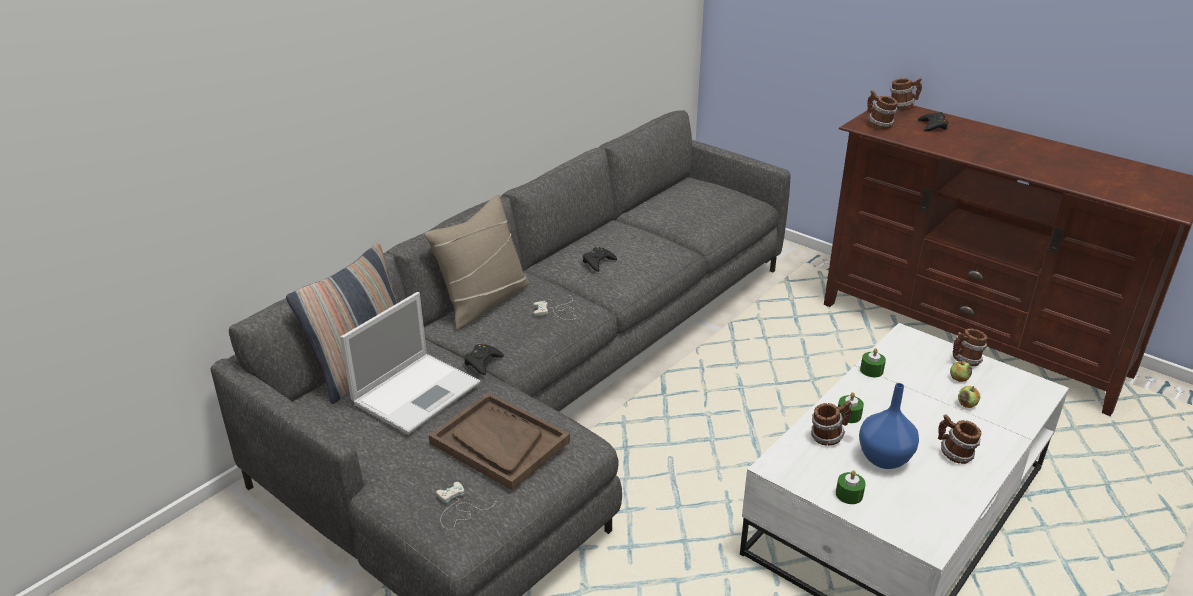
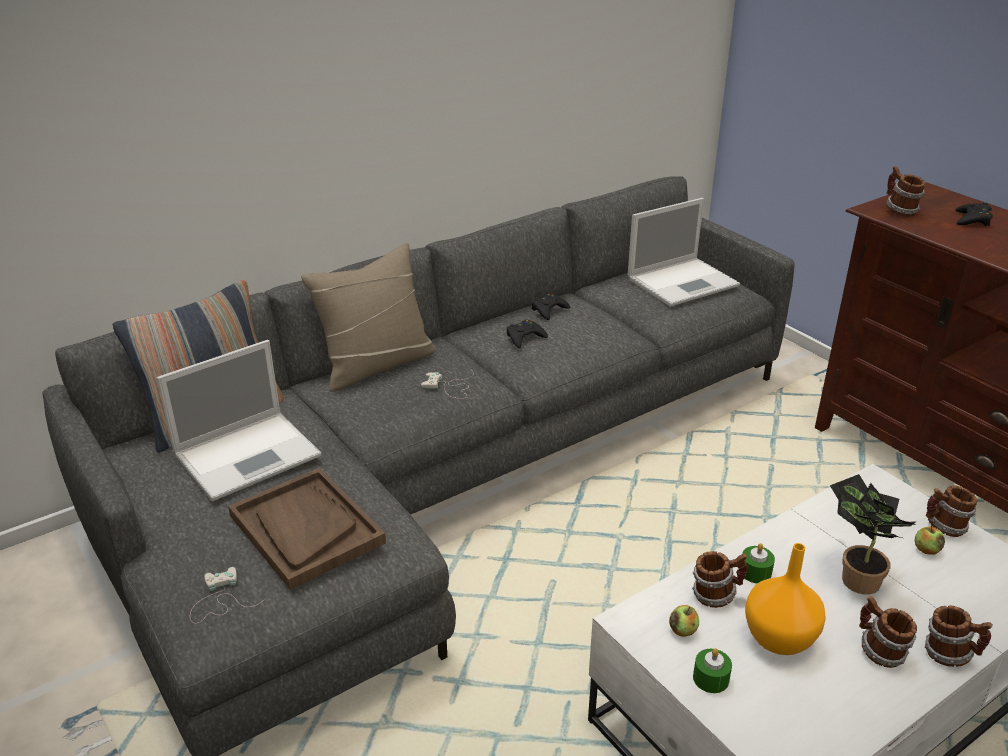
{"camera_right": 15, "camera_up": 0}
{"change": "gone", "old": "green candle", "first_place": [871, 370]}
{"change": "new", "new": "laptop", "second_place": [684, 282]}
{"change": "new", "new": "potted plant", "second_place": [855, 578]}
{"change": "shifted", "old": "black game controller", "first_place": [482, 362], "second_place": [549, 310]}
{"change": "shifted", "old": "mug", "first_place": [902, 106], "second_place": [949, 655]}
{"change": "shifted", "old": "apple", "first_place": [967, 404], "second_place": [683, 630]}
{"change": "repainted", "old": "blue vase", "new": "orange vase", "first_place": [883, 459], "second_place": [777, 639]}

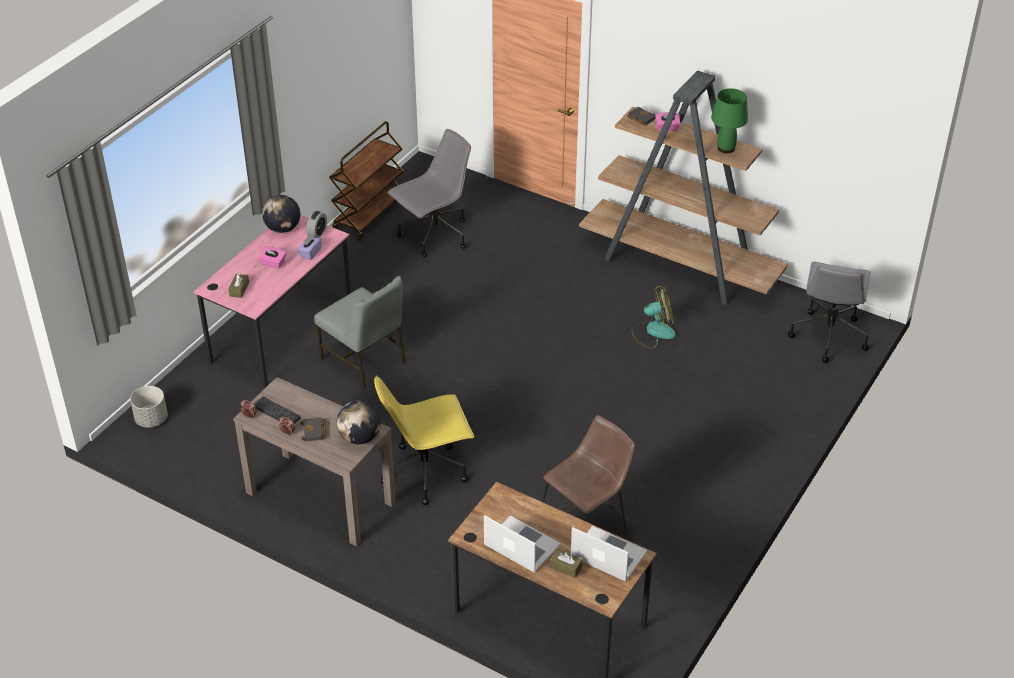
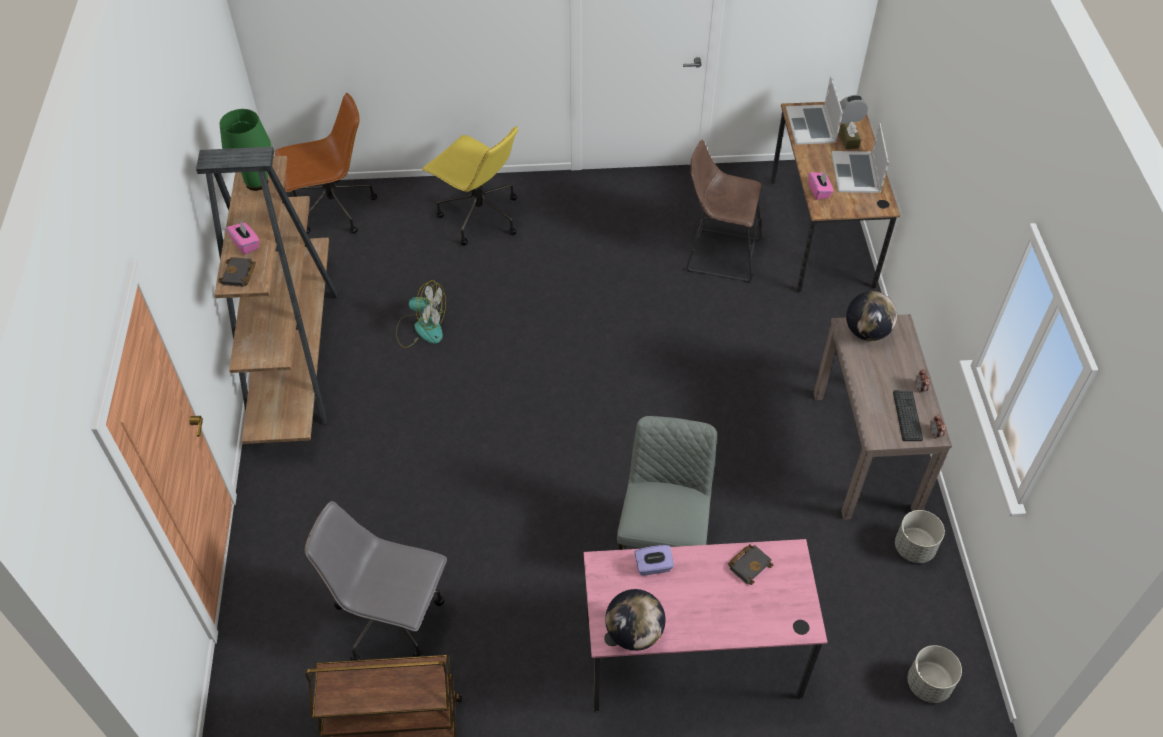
{"camera_right": -125, "camera_up": 10}
{"change": "gone", "old": "brown tissue box", "first_place": [239, 289]}
{"change": "new", "new": "grey planter", "second_place": [914, 548]}
{"change": "shifted", "old": "pink tissue box", "first_place": [273, 263], "second_place": [819, 191]}
{"change": "shifted", "old": "black book", "first_place": [314, 432], "second_place": [749, 564]}
{"change": "shifted", "old": "alarm clock", "first_place": [317, 233], "second_place": [849, 119]}
{"change": "shifted", "old": "yellow office chair", "first_place": [426, 471], "second_place": [478, 216]}
{"change": "repainted", "old": "grey office chair", "new": "brown office chair", "first_place": [828, 335], "second_place": [332, 209]}
{"change": "rotated", "old": "fan", "first_place": [653, 332], "second_place": [421, 328], "degrees": 150}

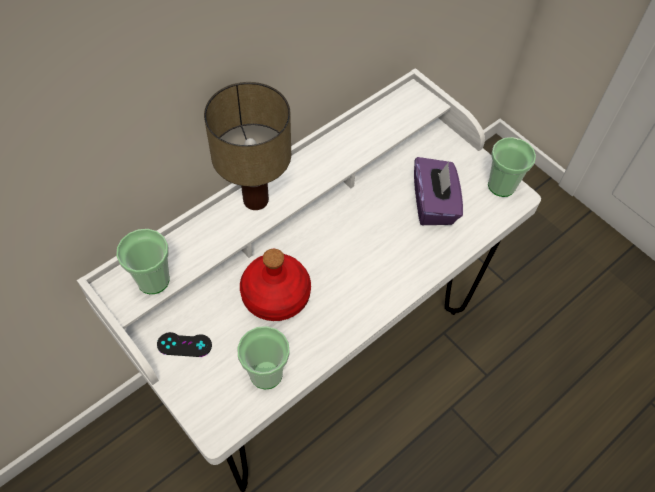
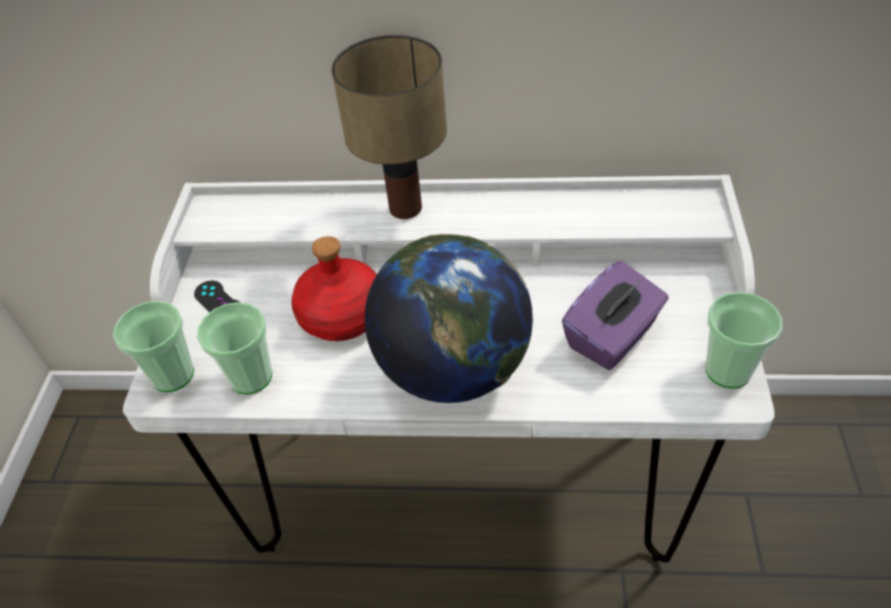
{"camera_right": 50, "camera_up": -10}
{"change": "new", "new": "globe", "second_place": [453, 369]}
{"change": "shifted", "old": "cup", "first_place": [153, 280], "second_place": [173, 375]}

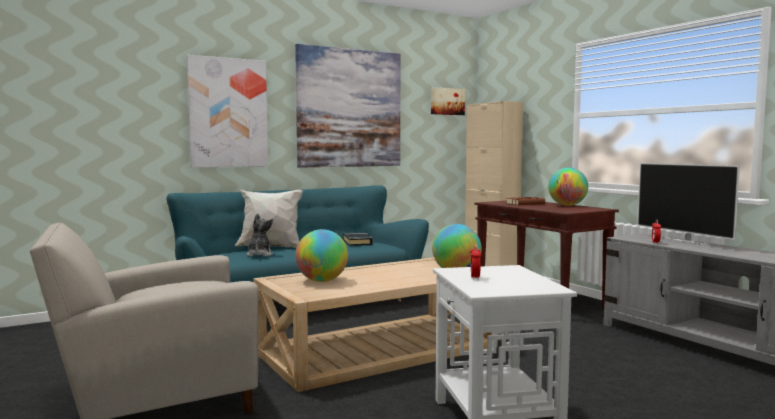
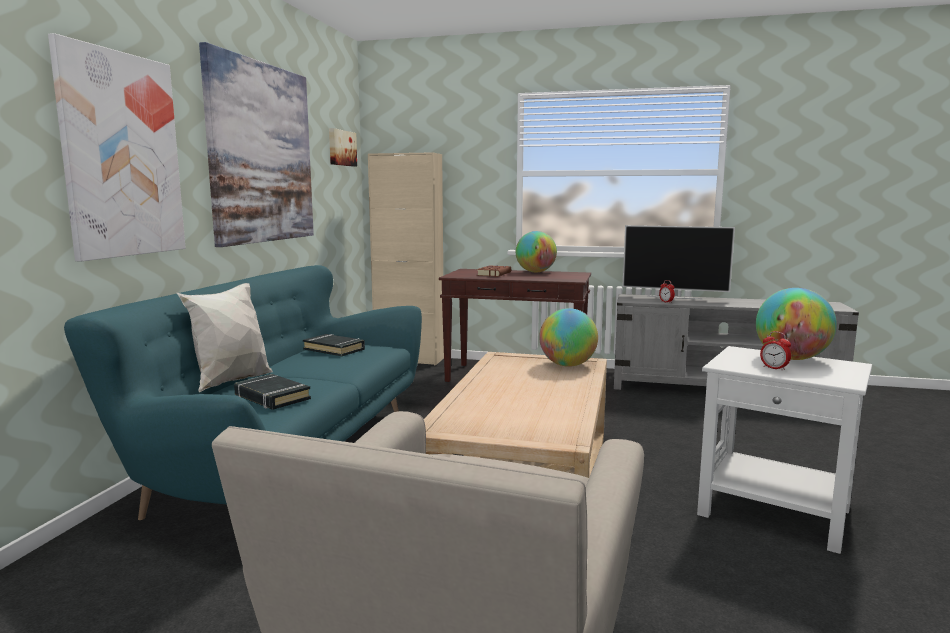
{"camera_right": -45, "camera_up": 5}
{"change": "shifted", "old": "globe", "first_place": [322, 281], "second_place": [791, 358]}
{"change": "swapped", "old": "plush toy", "new": "black book", "first_place": [259, 255], "second_place": [271, 397]}

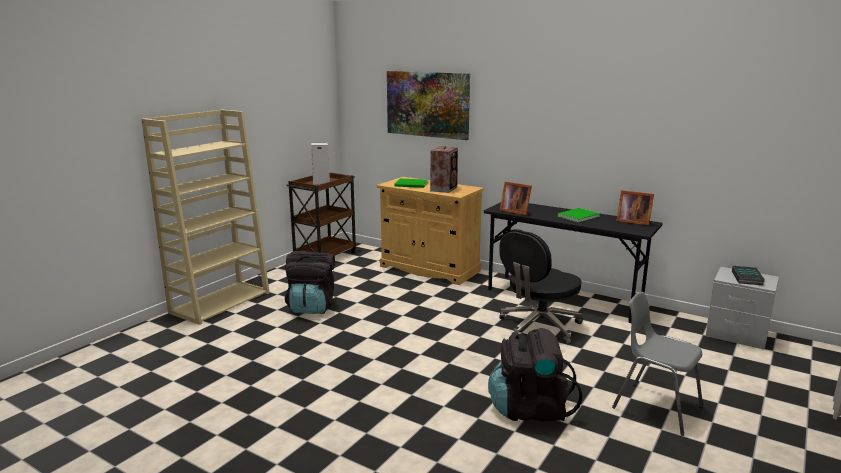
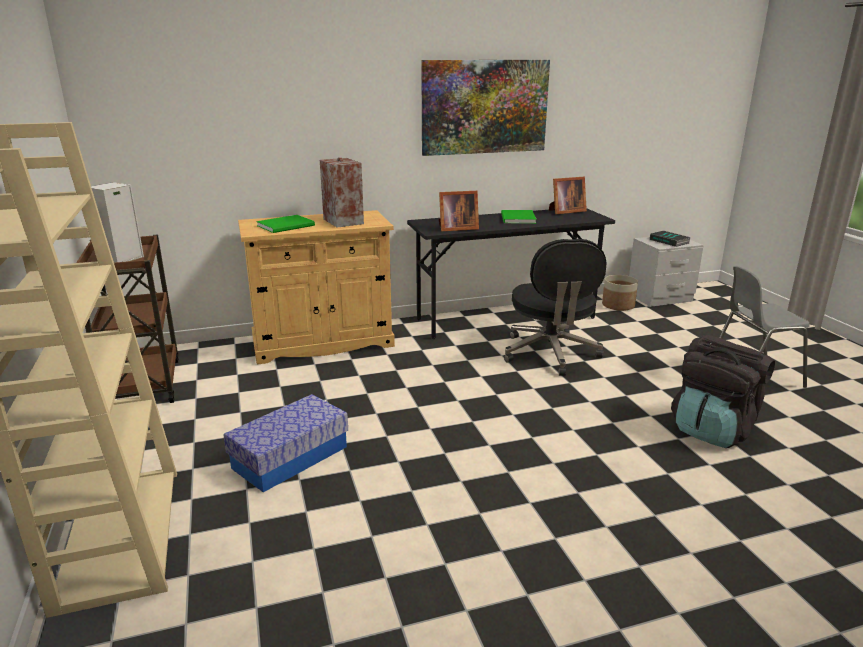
{"camera_right": -50, "camera_up": 5}
{"change": "new", "new": "planter", "second_place": [618, 305]}
{"change": "shifted", "old": "picture", "first_place": [427, 104], "second_place": [484, 107]}
{"change": "swapped", "old": "black backpack", "new": "storage box", "first_place": [312, 307], "second_place": [290, 457]}

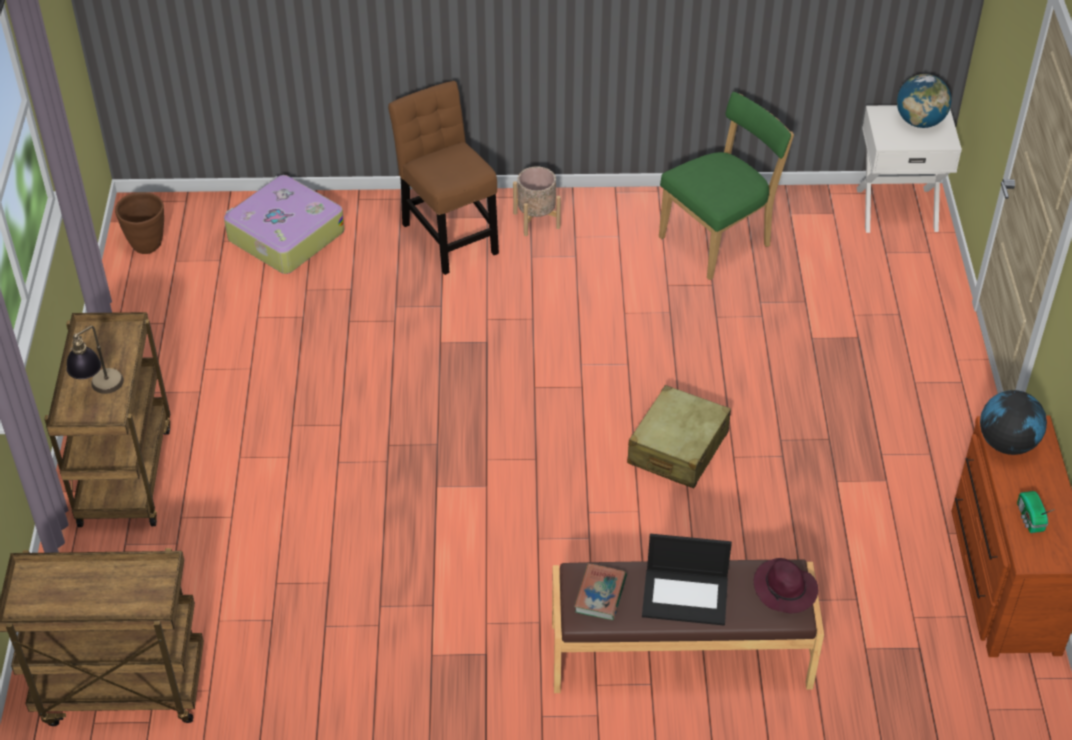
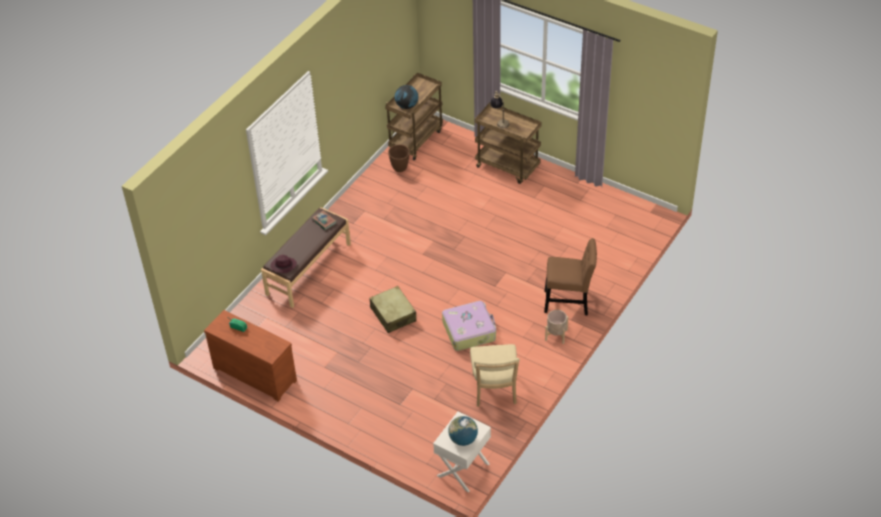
{"camera_right": 125, "camera_up": 0}
{"change": "gone", "old": "laptop", "first_place": [686, 596]}
{"change": "shifted", "old": "brown planter", "first_place": [147, 245], "second_place": [400, 168]}
{"change": "shifted", "old": "suitcase", "first_place": [284, 236], "second_place": [469, 330]}
{"change": "shifted", "old": "globe", "first_place": [1006, 443], "second_place": [407, 106]}
{"change": "repainted", "old": "green chair", "new": "beige chair", "first_place": [719, 240], "second_place": [494, 391]}

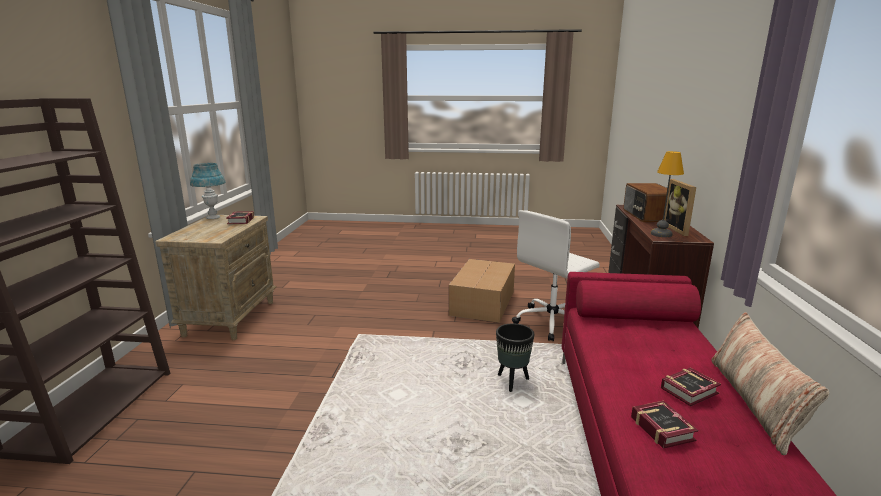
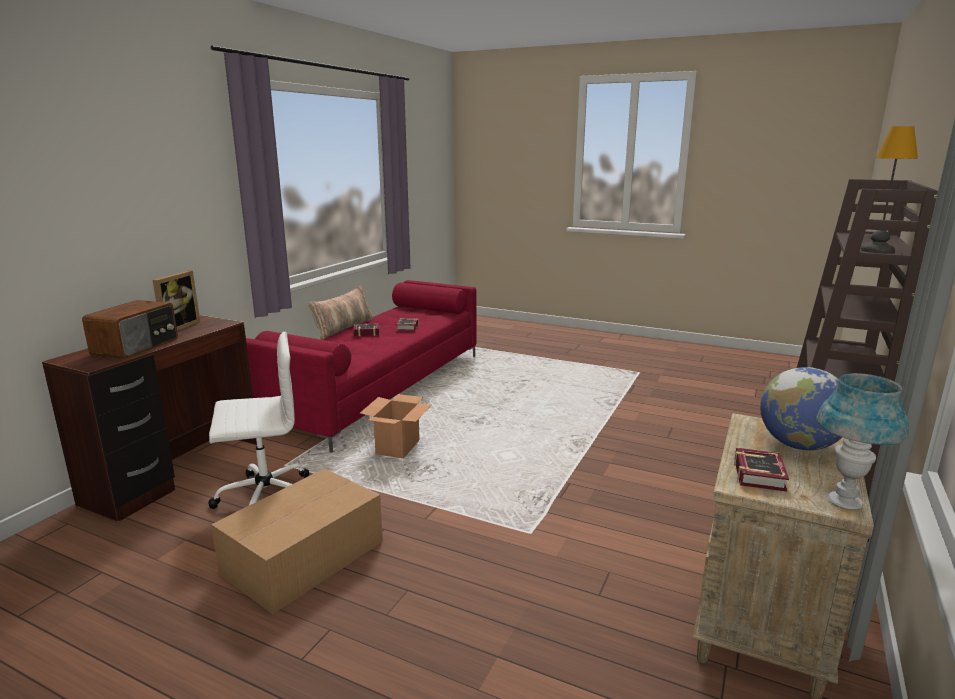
{"camera_right": -160, "camera_up": 0}
{"change": "new", "new": "globe", "second_place": [798, 445]}
{"change": "shifted", "old": "table lamp", "first_place": [661, 234], "second_place": [878, 251]}
{"change": "swapped", "old": "black planter", "new": "cardboard box", "first_place": [512, 382], "second_place": [398, 447]}

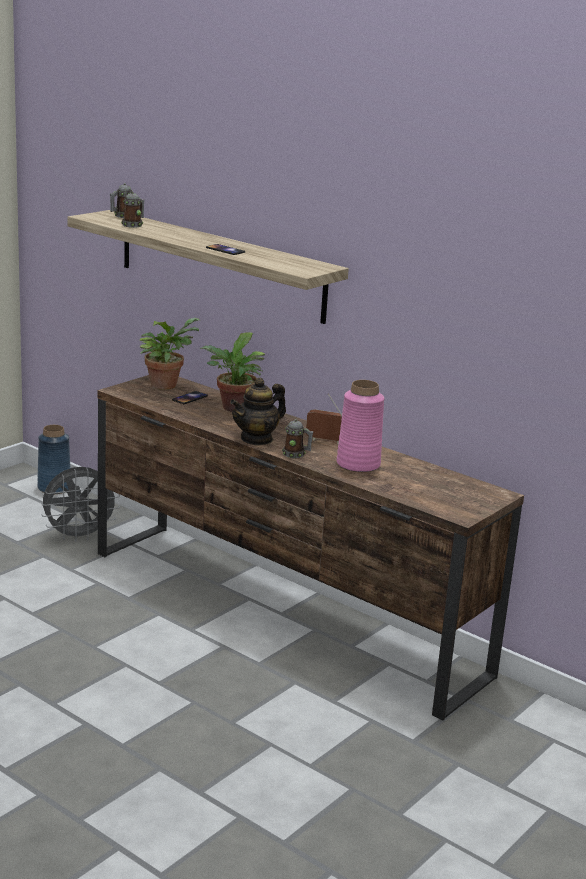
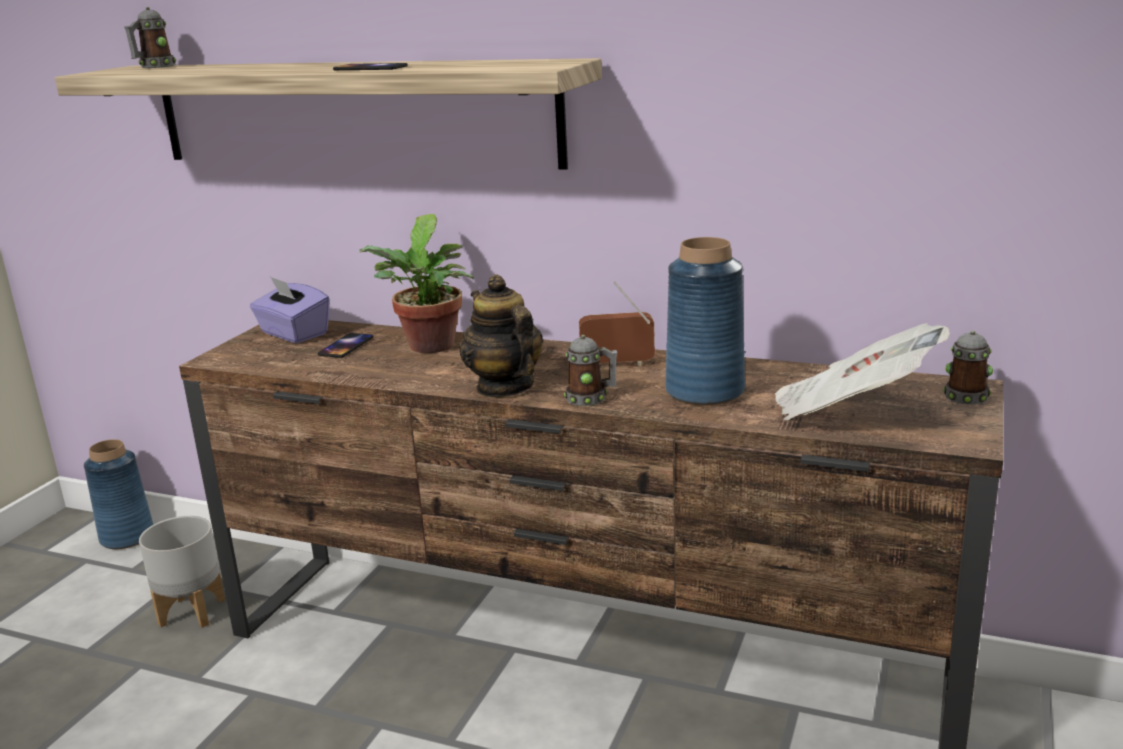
{"camera_right": -15, "camera_up": 0}
{"change": "new", "new": "newspaper", "second_place": [850, 412]}
{"change": "shifted", "old": "mug", "first_place": [134, 225], "second_place": [965, 395]}
{"change": "swapped", "old": "grey fan", "new": "grey planter", "first_place": [79, 536], "second_place": [192, 611]}
{"change": "swapped", "old": "potted plant", "new": "purple tissue box", "first_place": [165, 384], "second_place": [293, 334]}
{"change": "repainted", "old": "pink vase", "new": "blue vase", "first_place": [357, 464], "second_place": [704, 391]}
{"change": "rotated", "old": "teapot", "first_place": [257, 439], "second_place": [504, 387], "degrees": 120}

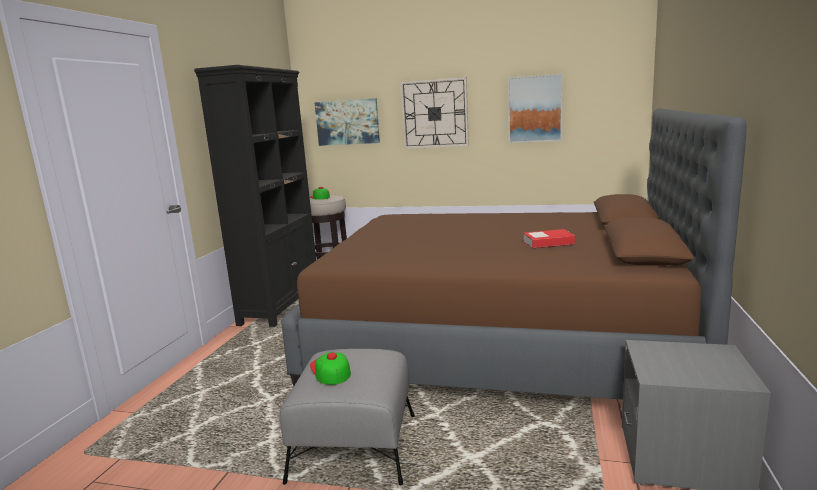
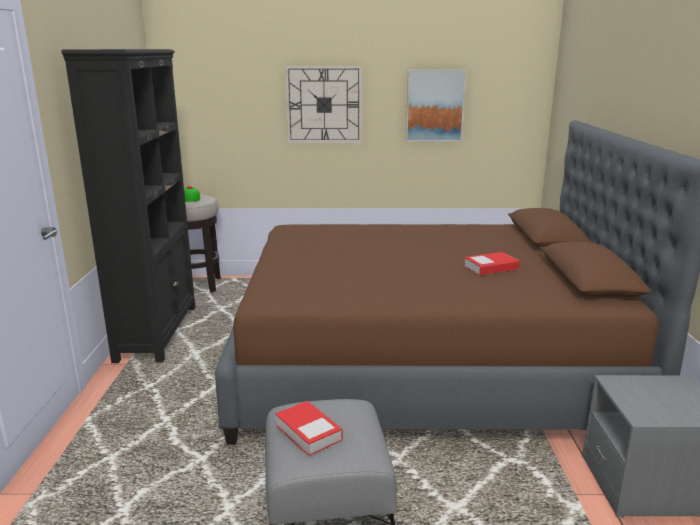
{"camera_right": -15, "camera_up": 5}
{"change": "gone", "old": "picture", "first_place": [347, 122]}
{"change": "swapped", "old": "cap", "new": "book", "first_place": [330, 370], "second_place": [308, 432]}

